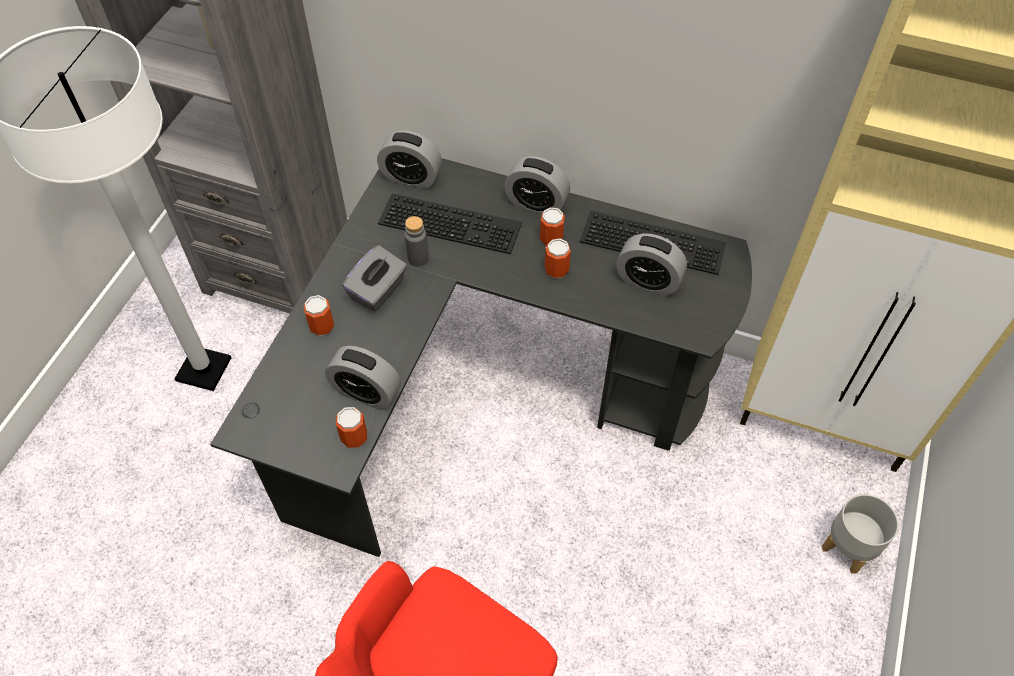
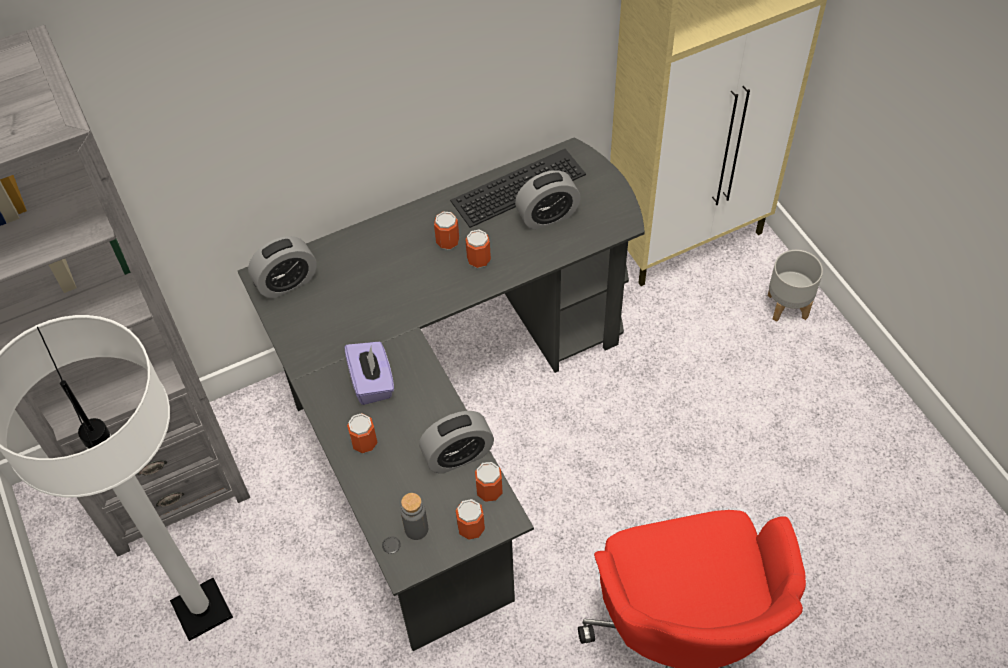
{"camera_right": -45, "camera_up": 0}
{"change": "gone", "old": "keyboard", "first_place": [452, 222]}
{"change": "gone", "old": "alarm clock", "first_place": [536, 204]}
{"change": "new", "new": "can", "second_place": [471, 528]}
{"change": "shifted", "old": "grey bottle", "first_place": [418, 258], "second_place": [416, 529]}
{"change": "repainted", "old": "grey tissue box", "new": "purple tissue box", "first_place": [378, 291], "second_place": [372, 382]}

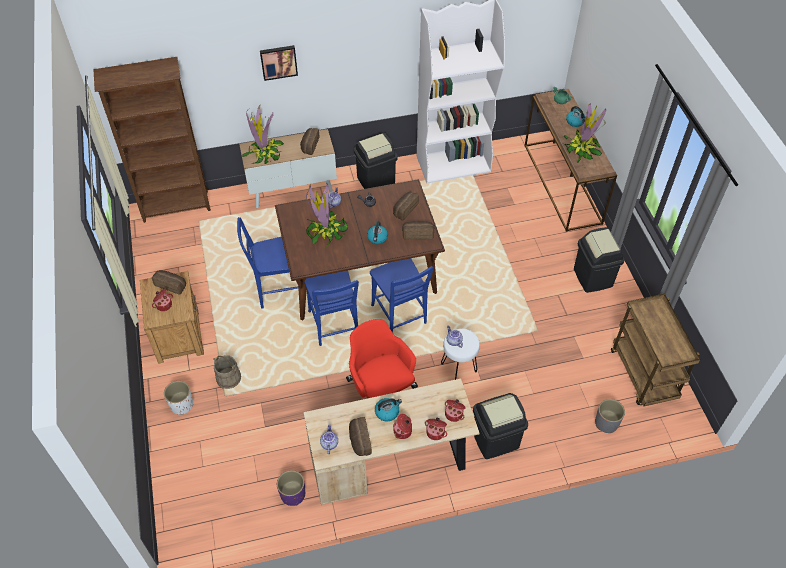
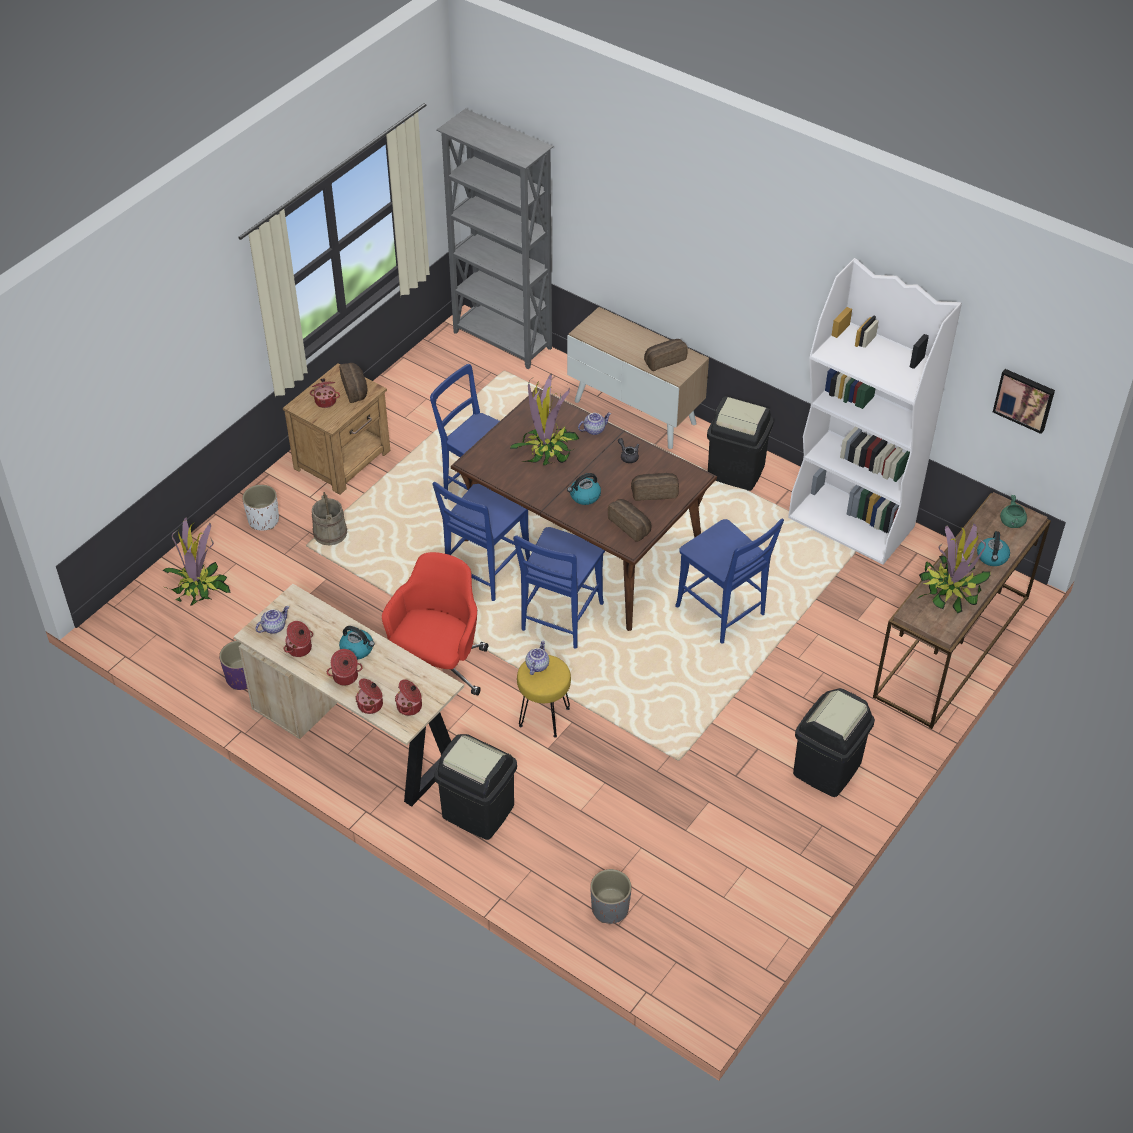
{"camera_right": 50, "camera_up": -5}
{"change": "gone", "old": "brown cart", "first_place": [644, 375]}
{"change": "new", "new": "blue chair", "second_place": [723, 613]}
{"change": "shifted", "old": "potted plant", "first_place": [264, 153], "second_place": [198, 587]}
{"change": "shifted", "old": "picture", "first_place": [278, 61], "second_place": [1024, 399]}
{"change": "swapped", "old": "bread", "new": "cooking pot", "first_place": [359, 441], "second_place": [300, 649]}
{"change": "repainted", "old": "brown bookcase", "new": "grey bookcase", "first_place": [176, 207], "second_place": [502, 341]}
{"change": "repainted", "old": "white stool", "new": "yellow stool", "first_place": [458, 368], "second_place": [543, 717]}

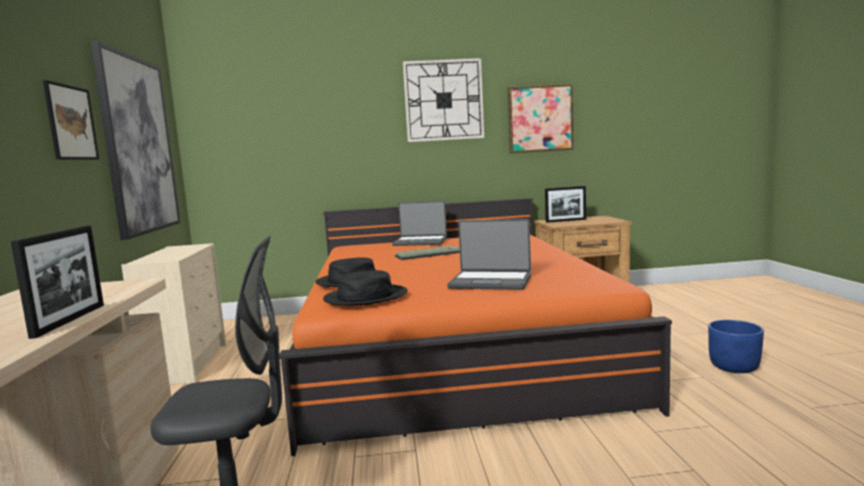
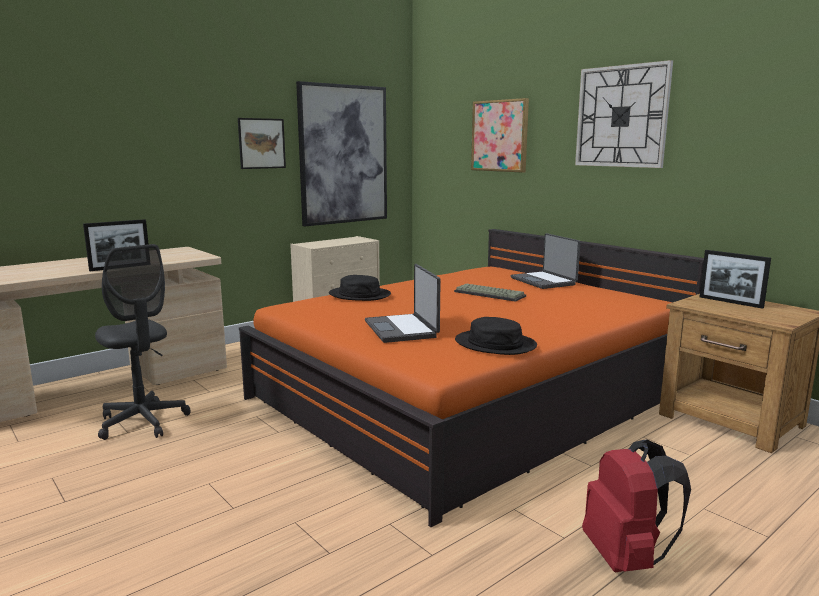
{"camera_right": 55, "camera_up": 5}
{"change": "shifted", "old": "black hat", "first_place": [366, 297], "second_place": [495, 344]}
{"change": "shifted", "old": "picture", "first_place": [540, 119], "second_place": [500, 136]}
{"change": "swapped", "old": "blue planter", "new": "red backpack", "first_place": [734, 367], "second_place": [627, 558]}

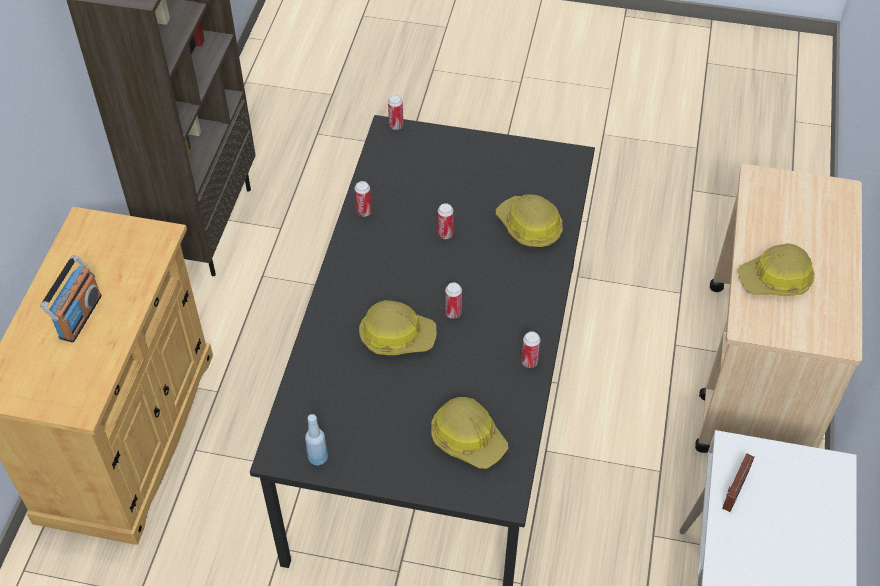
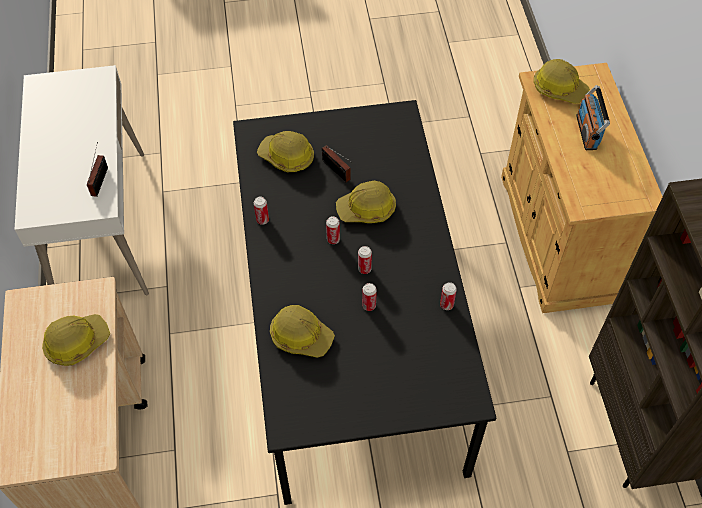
{"camera_right": 160, "camera_up": 5}
{"change": "gone", "old": "blue bottle", "first_place": [318, 458]}
{"change": "new", "new": "radio", "second_place": [337, 171]}
{"change": "new", "new": "hard hat", "second_place": [559, 88]}
{"change": "shifted", "old": "can", "first_place": [396, 126], "second_place": [364, 269]}

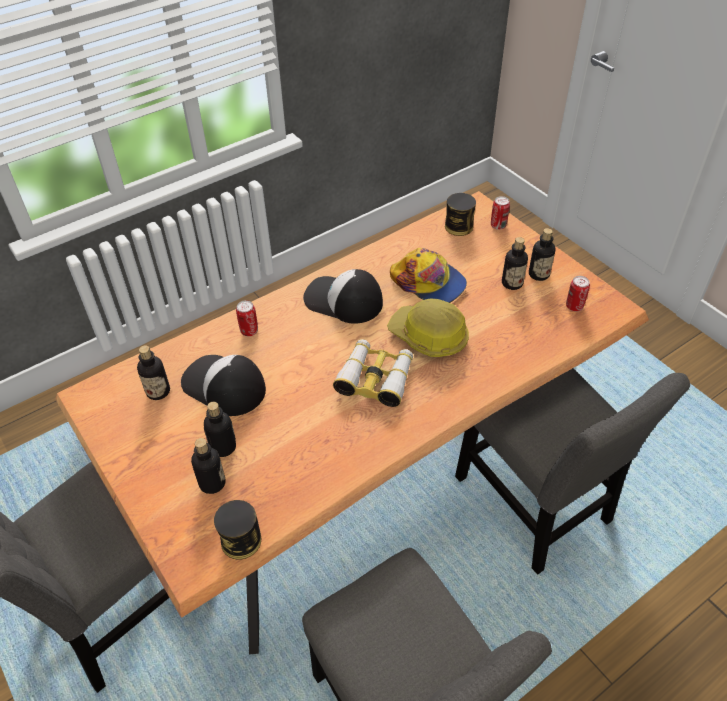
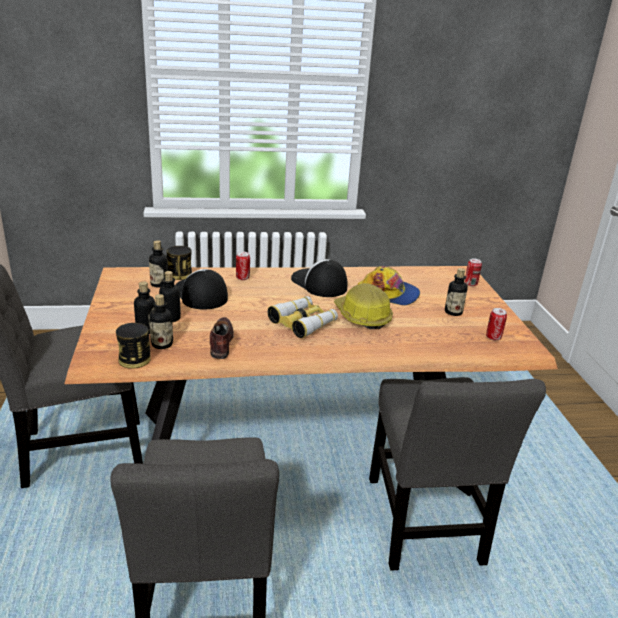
{"camera_right": 25, "camera_up": -20}
{"change": "new", "new": "brown shoe", "second_place": [220, 343]}
{"change": "shifted", "old": "can", "first_place": [458, 227], "second_place": [180, 275]}
{"change": "shifted", "old": "bottle", "first_place": [539, 274], "second_place": [162, 344]}
{"change": "rotated", "old": "cap", "first_place": [428, 282], "second_place": [389, 294], "degrees": -45}

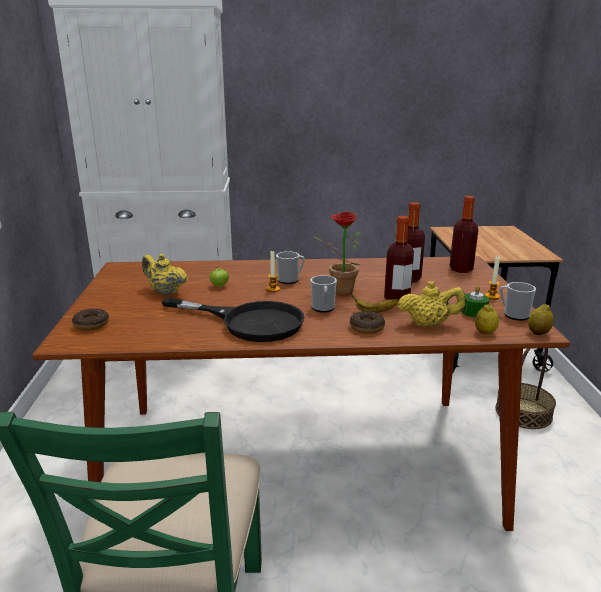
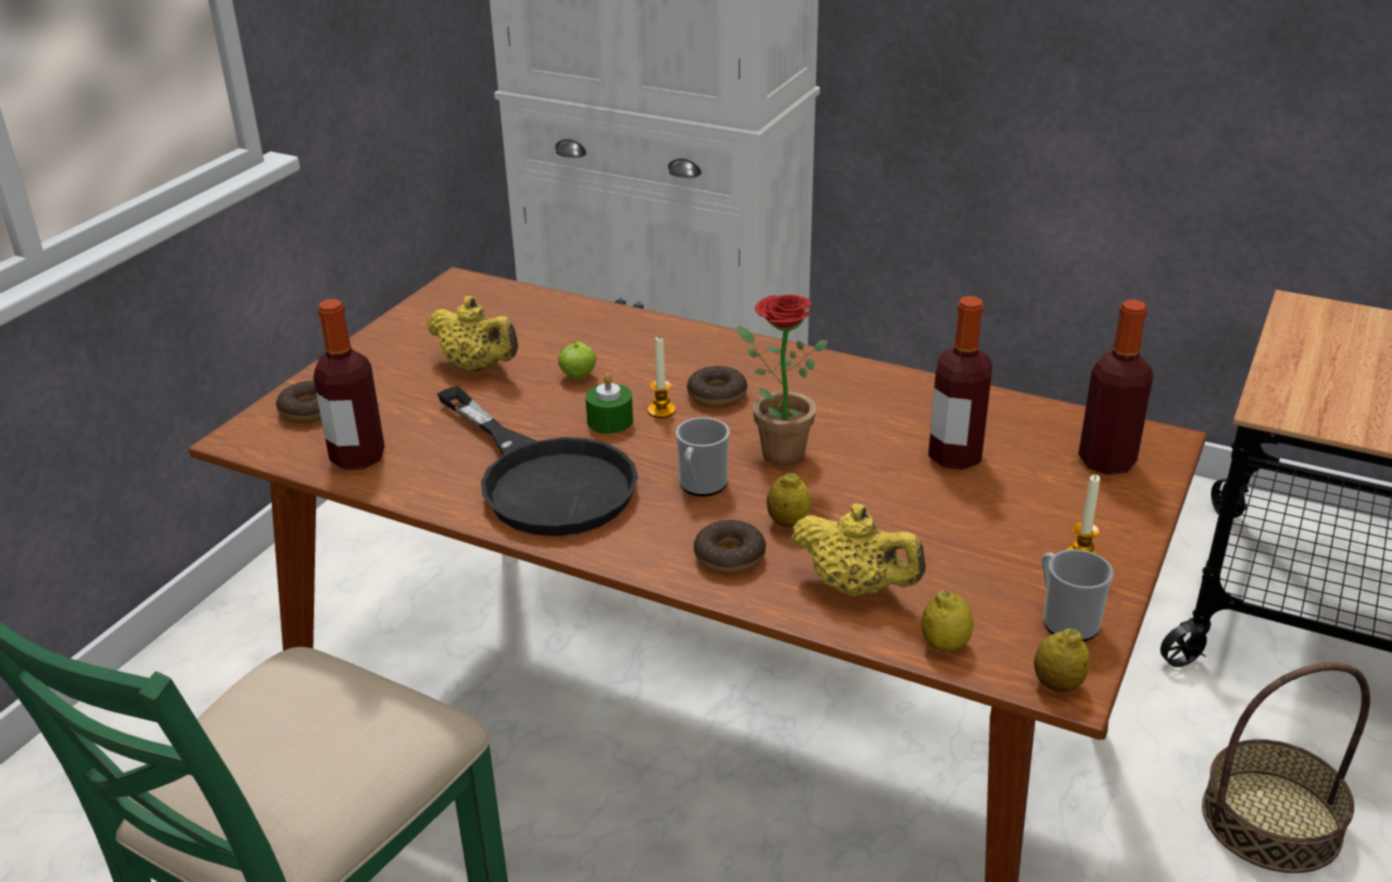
{"camera_right": 30, "camera_up": 10}
{"change": "shifted", "old": "bottle", "first_place": [397, 298], "second_place": [357, 457]}
{"change": "shifted", "old": "green candle", "first_place": [474, 312], "second_place": [610, 421]}
{"change": "swapped", "old": "mug", "new": "donut", "first_place": [290, 280], "second_place": [717, 395]}
{"change": "swapped", "old": "banana", "new": "lemon", "first_place": [374, 311], "second_place": [788, 522]}
{"change": "rotated", "old": "yellow teapot", "first_place": [165, 292], "second_place": [477, 367], "degrees": 150}

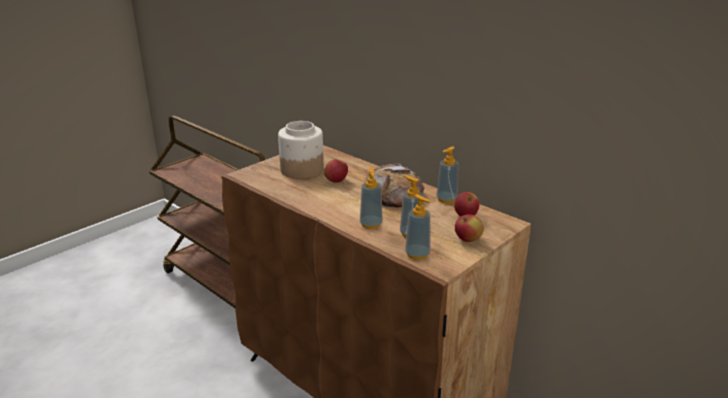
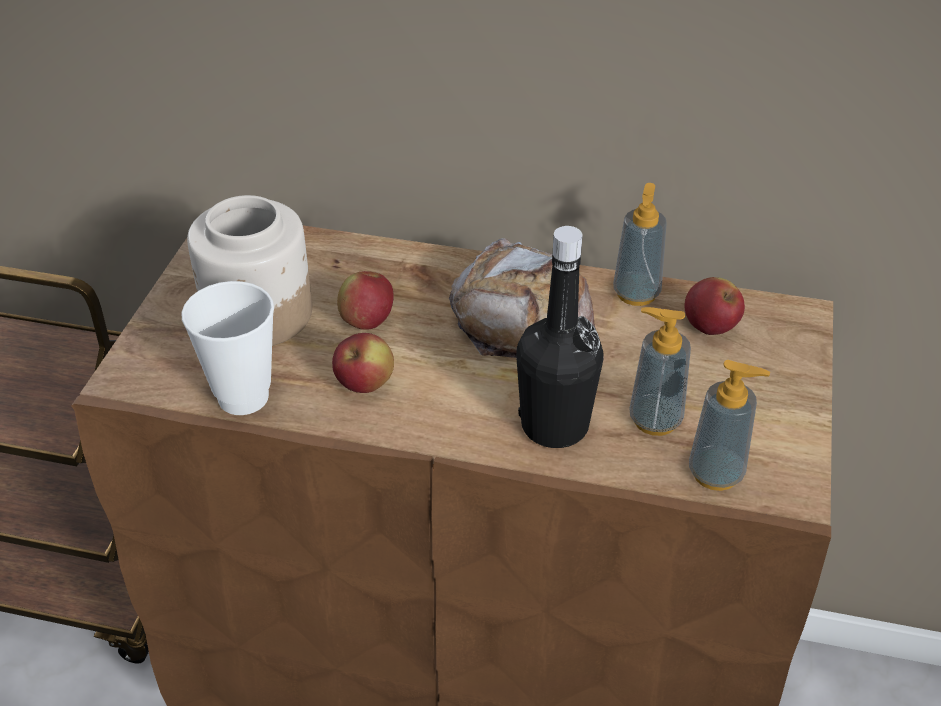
{"camera_right": -30, "camera_up": 15}
{"change": "new", "new": "cup", "second_place": [243, 397]}
{"change": "shifted", "old": "apple", "first_place": [468, 240], "second_place": [365, 385]}
{"change": "swapped", "old": "soap dispenser", "new": "black bottle", "first_place": [371, 224], "second_place": [554, 426]}

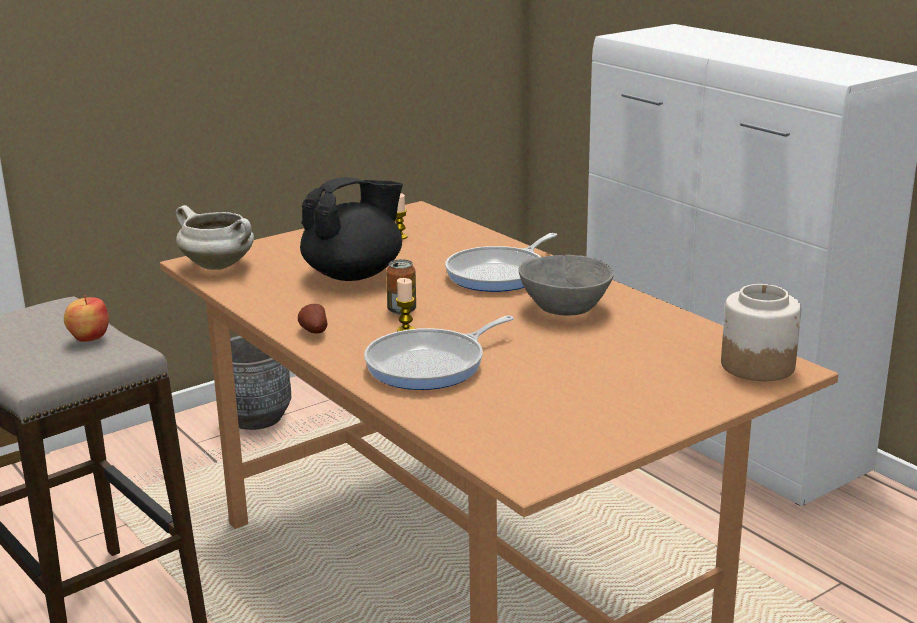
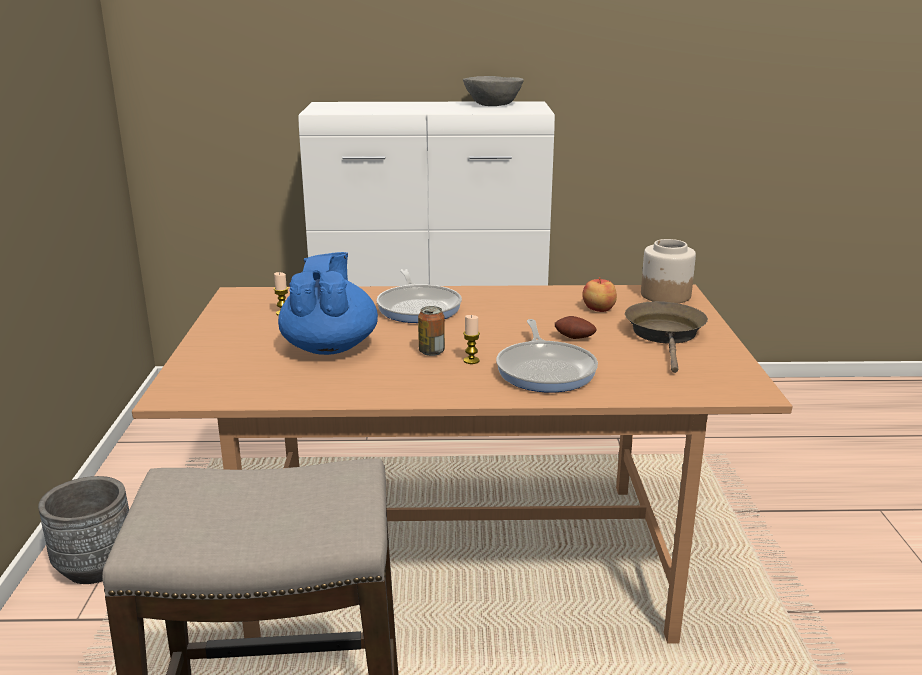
{"camera_right": -55, "camera_up": 0}
{"change": "gone", "old": "white cooking pot", "first_place": [219, 266]}
{"change": "new", "new": "brown frying pan", "second_place": [665, 335]}
{"change": "shifted", "old": "apple", "first_place": [89, 337], "second_place": [598, 309]}
{"change": "shifted", "old": "potato", "first_place": [313, 331], "second_place": [574, 339]}
{"change": "shifted", "old": "grey bowl", "first_place": [566, 308], "second_place": [493, 104]}
{"change": "repainted", "old": "black teapot", "new": "blue teapot", "first_place": [354, 274], "second_place": [330, 347]}

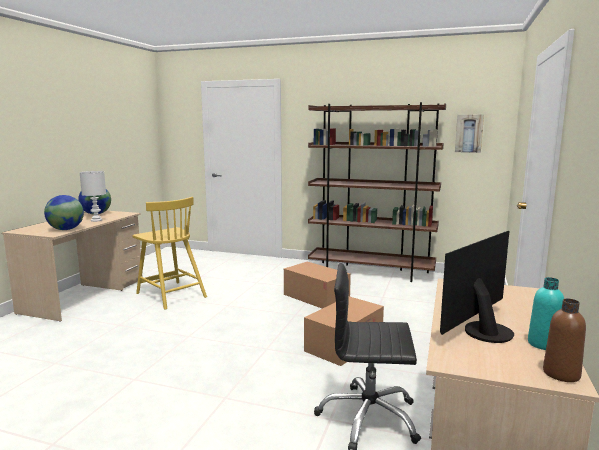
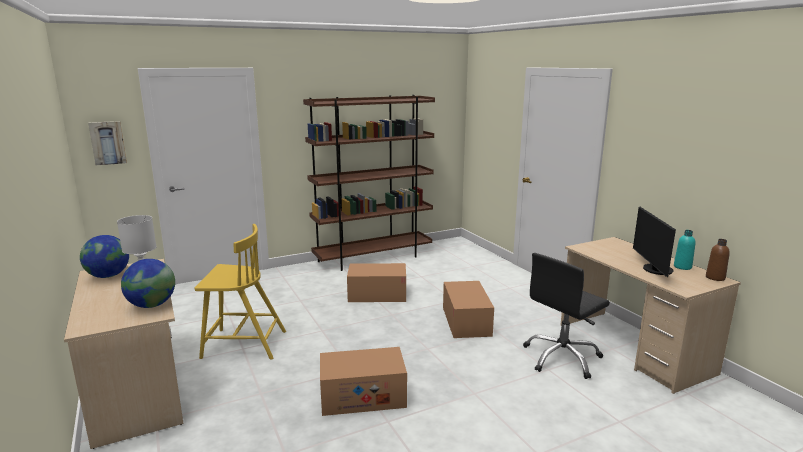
{"camera_right": -45, "camera_up": 5}
{"change": "new", "new": "cardboard box", "second_place": [362, 396]}
{"change": "shifted", "old": "picture", "first_place": [469, 133], "second_place": [108, 143]}

